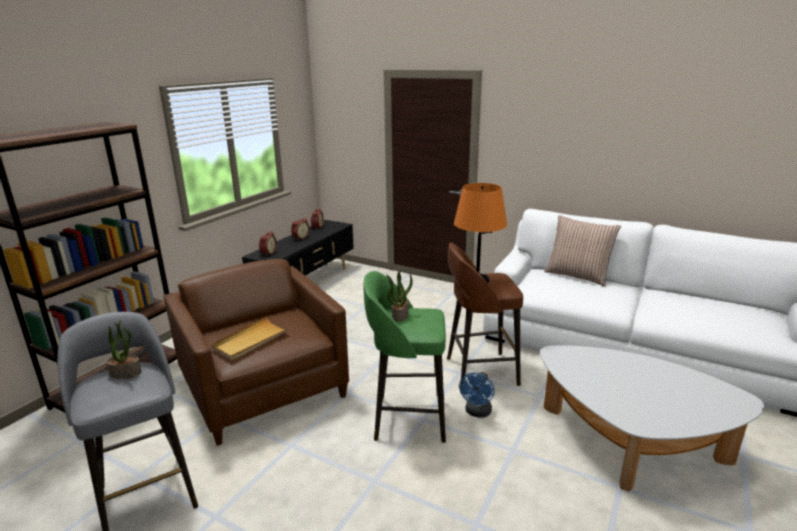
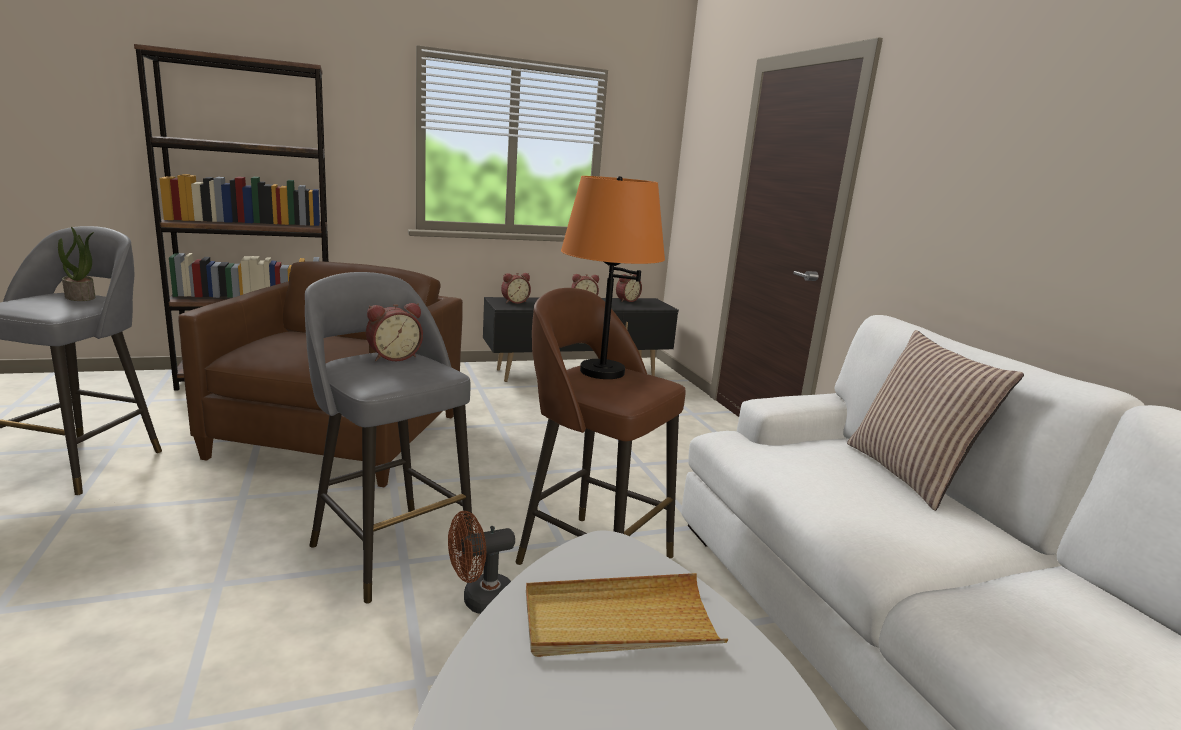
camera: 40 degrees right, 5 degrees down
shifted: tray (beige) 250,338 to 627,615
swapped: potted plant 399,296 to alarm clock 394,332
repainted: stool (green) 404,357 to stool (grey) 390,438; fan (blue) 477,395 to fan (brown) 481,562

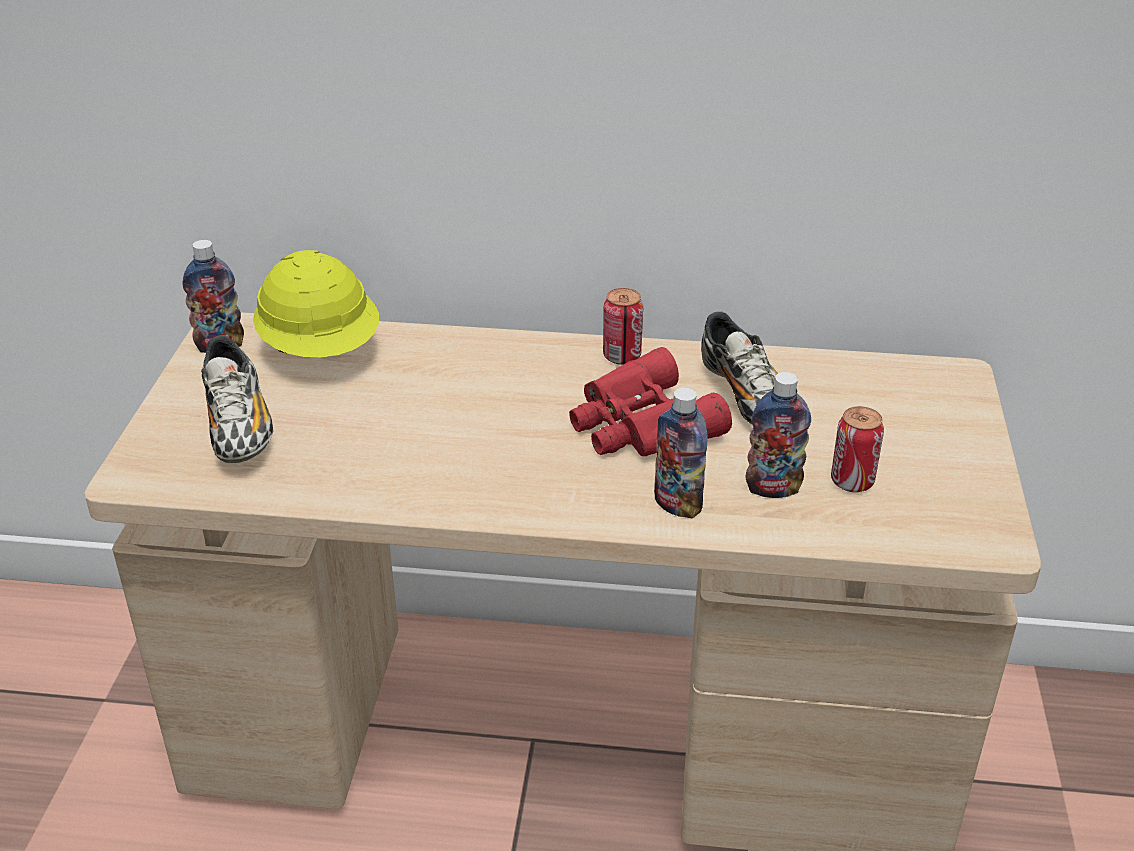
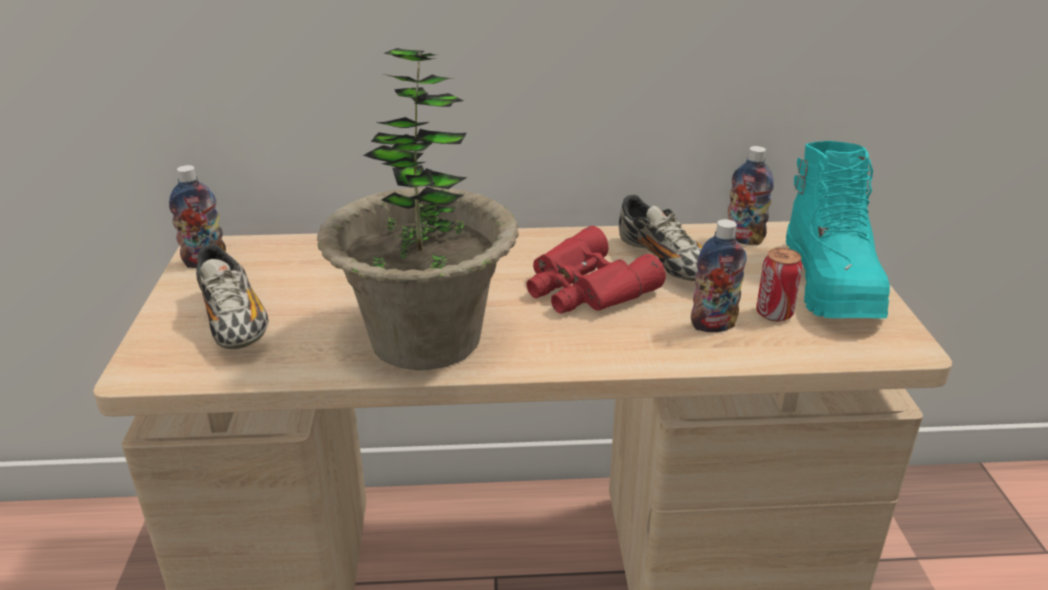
camera: 10 degrees left, 5 degrees down
gone: hard hat (yellow) 316,303; can 623,326
new: potted plant 418,209; boot (turquoise) 838,230
shifted: bottle 680,453 to 751,195

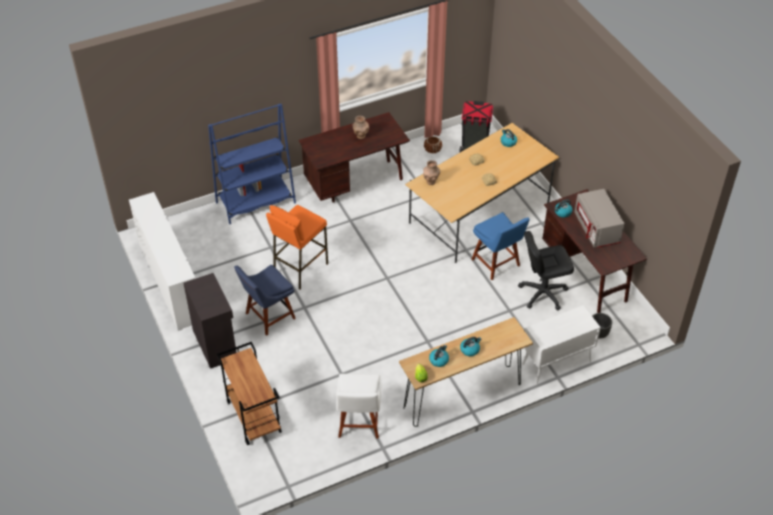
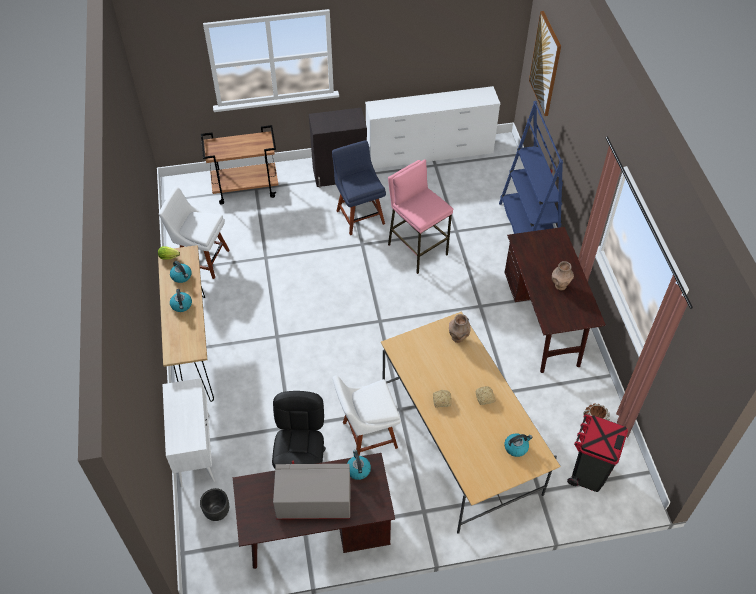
camera: 105 degrees right, 5 degrees up
new: picture 545,63
repainted: chair (blue) 501,246 to chair (white) 367,416; stool (orange) 297,247 to stool (pink) 420,217

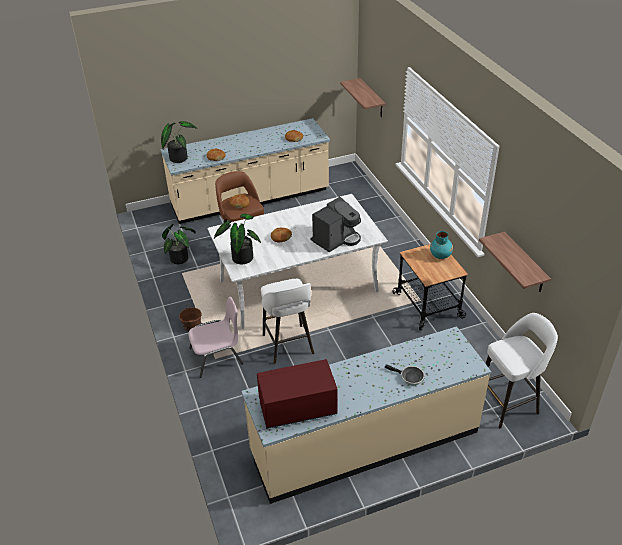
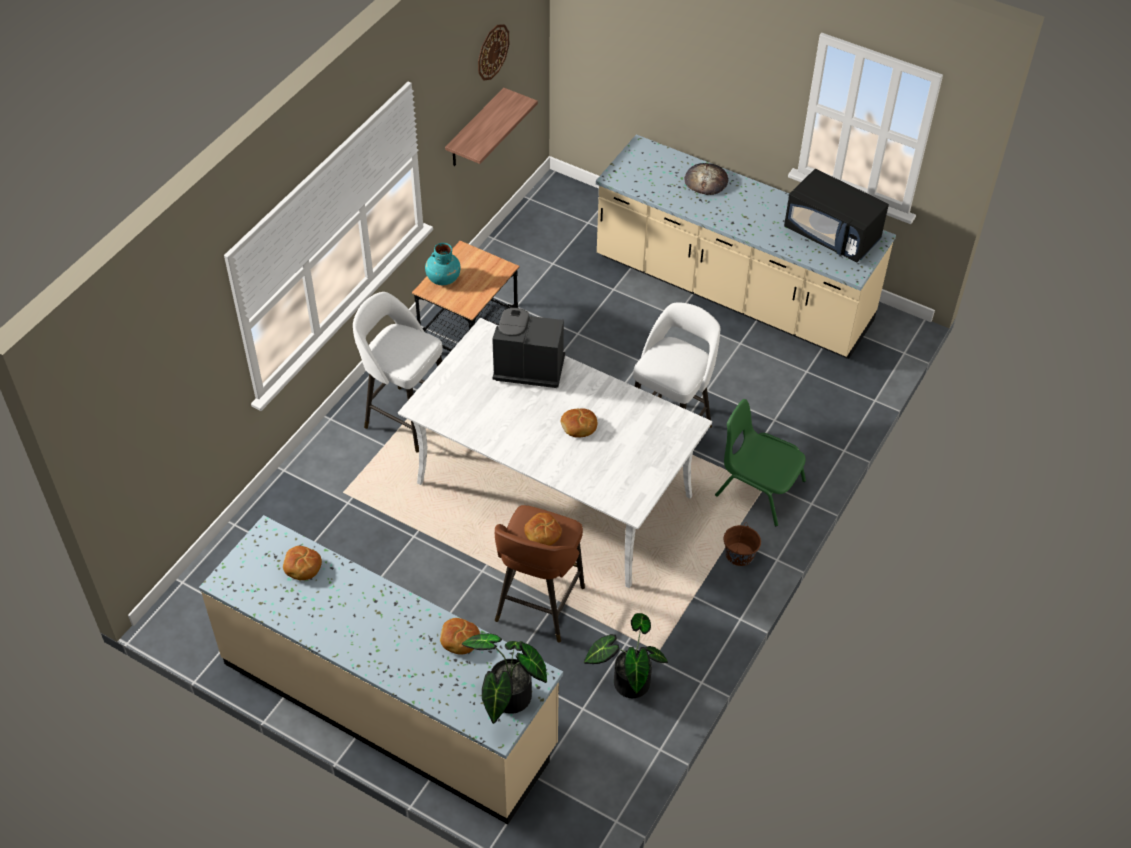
camera: 130 degrees left, 10 degrees up
gone: potted plant 237,239; shelf 362,97
new: wall clock 493,52
shifted: stool (white) 521,370 to 398,372
swapped: frying pan 405,375 to bread 706,179
repainted: chair (pink) 216,337 to chair (green) 760,462; microwave (red) 297,394 to microwave (black) 836,215

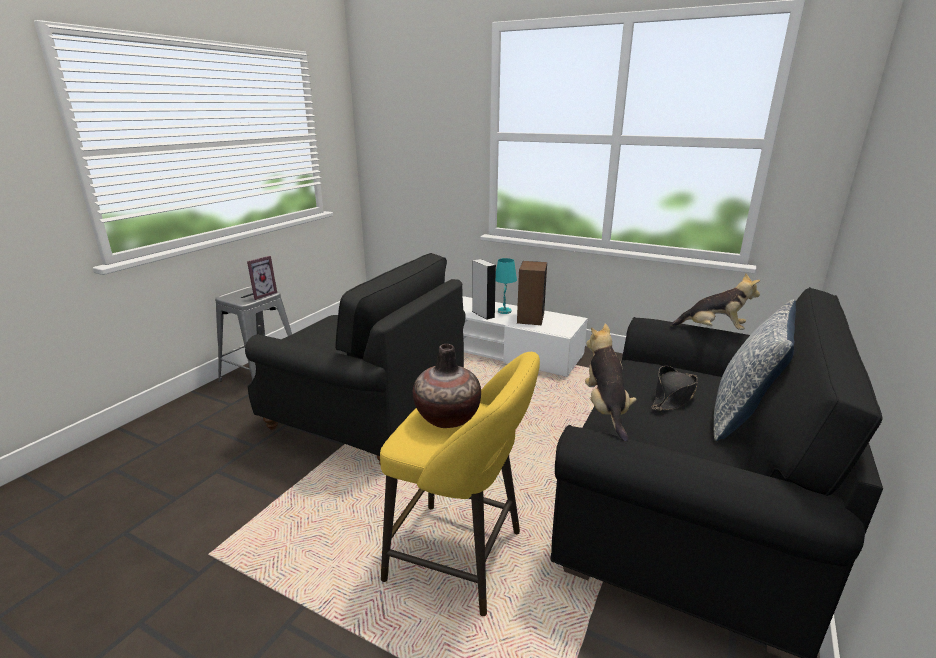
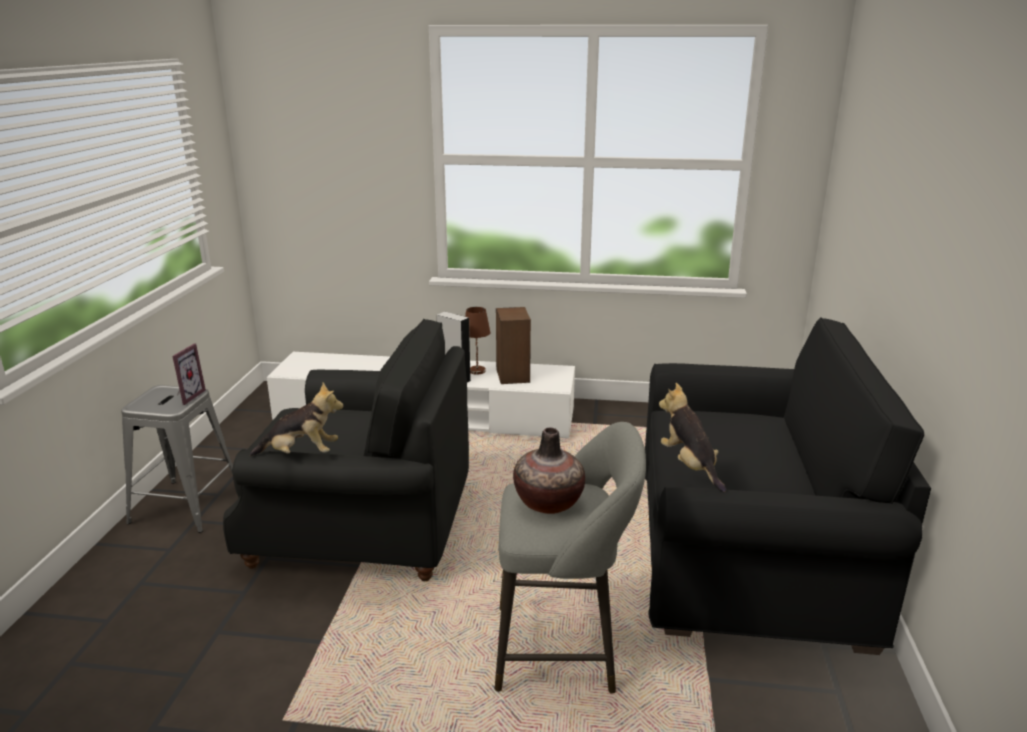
camera: 20 degrees left, 0 degrees up
gone: hat (black) 674,388; pillow 755,370
shifted: plush toy 715,301 to 297,419
repainted: table lamp (turquoise) 506,286 to table lamp (brown) 477,341; stool (yellow) 460,484 to stool (grey) 570,558

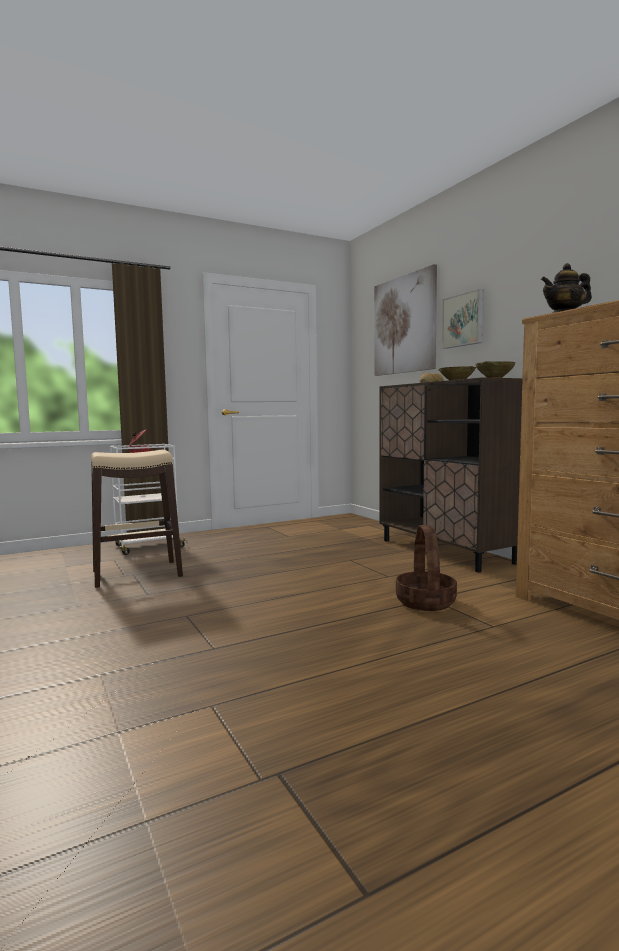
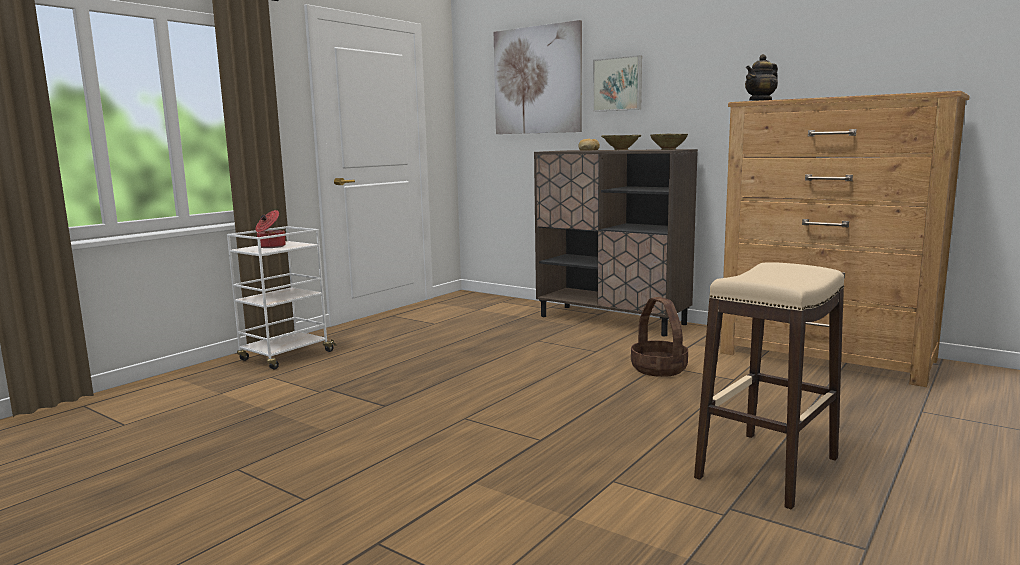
camera: 25 degrees left, 5 degrees up
shifted: stool (beige) 137,519 to 769,386

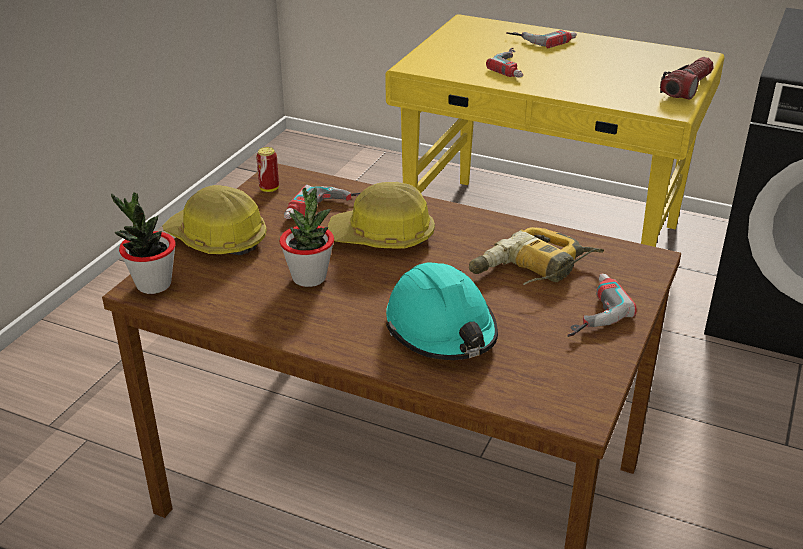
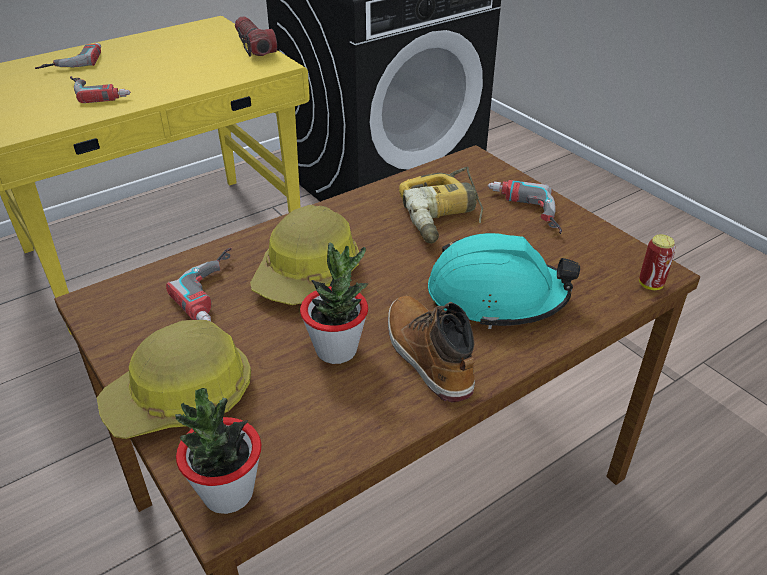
camera: 60 degrees left, 5 degrees up
new: boot 431,349
shifted: can 267,169 to 657,262

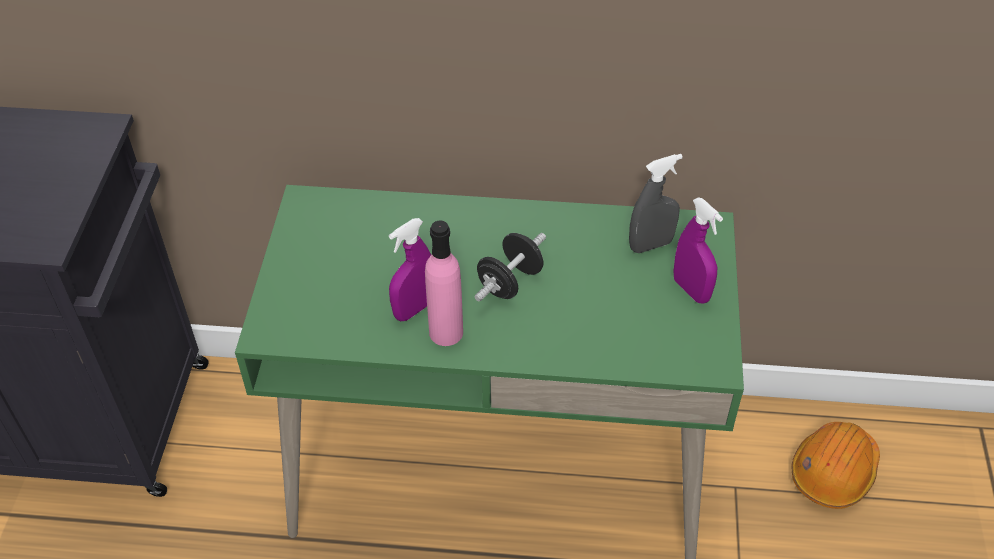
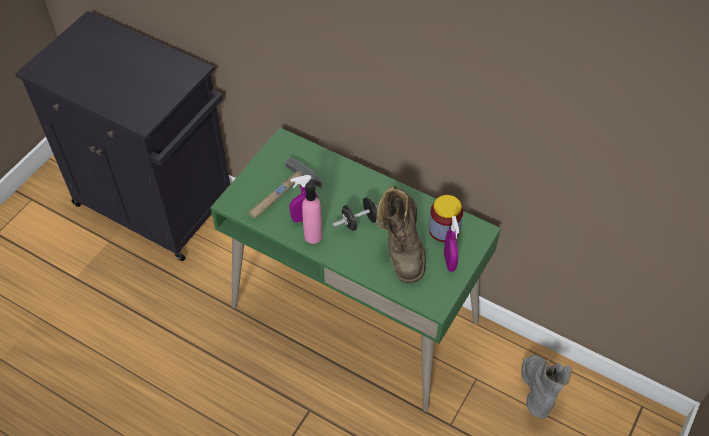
camera: 25 degrees right, 5 degrees up
new: hammer 285,188; boot (brown) 401,234
swapped: spray bottle (grey) 656,203 to jar 446,218; hard hat (orange) 835,465 to boot (grey) 546,387

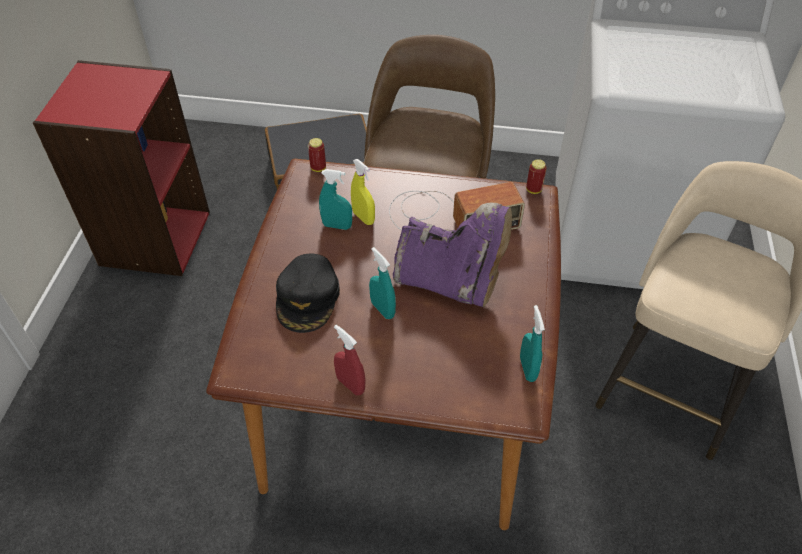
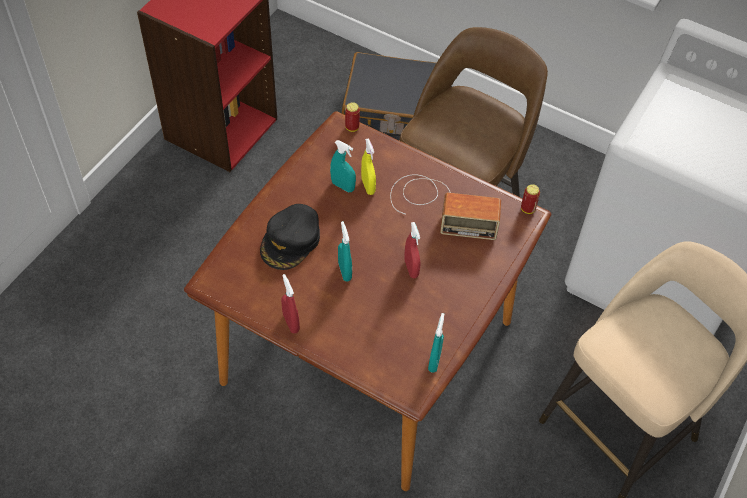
camera: 20 degrees right, 5 degrees up
swapped: boot (purple) 452,255 to spray bottle (red) 412,250

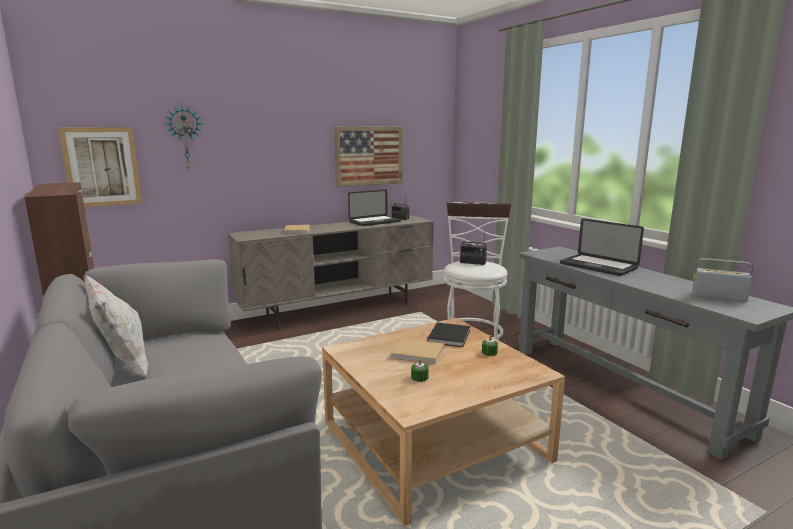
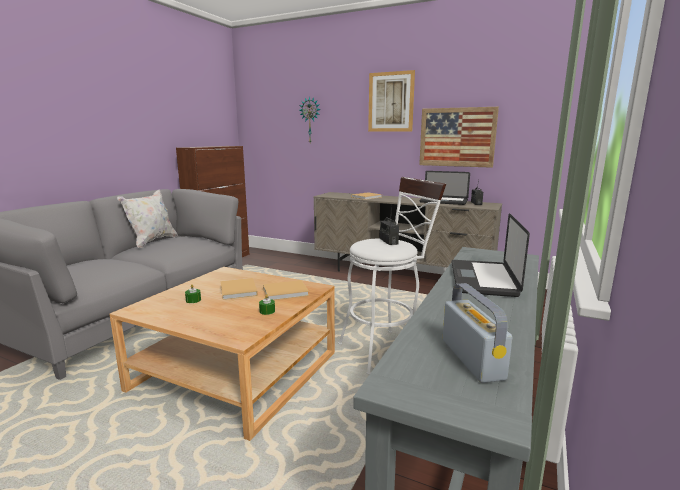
camera: 55 degrees right, 0 degrees up
shifted: picture 100,167 to 391,101
repainted: book (black) 448,335 to book (beige) 286,290

